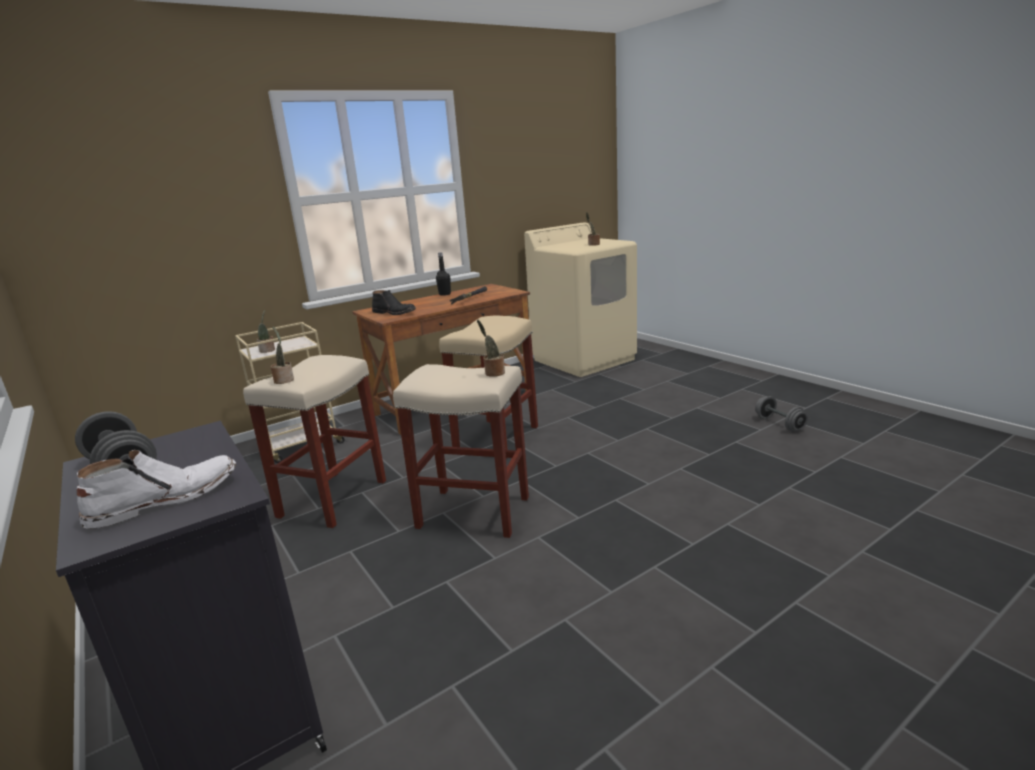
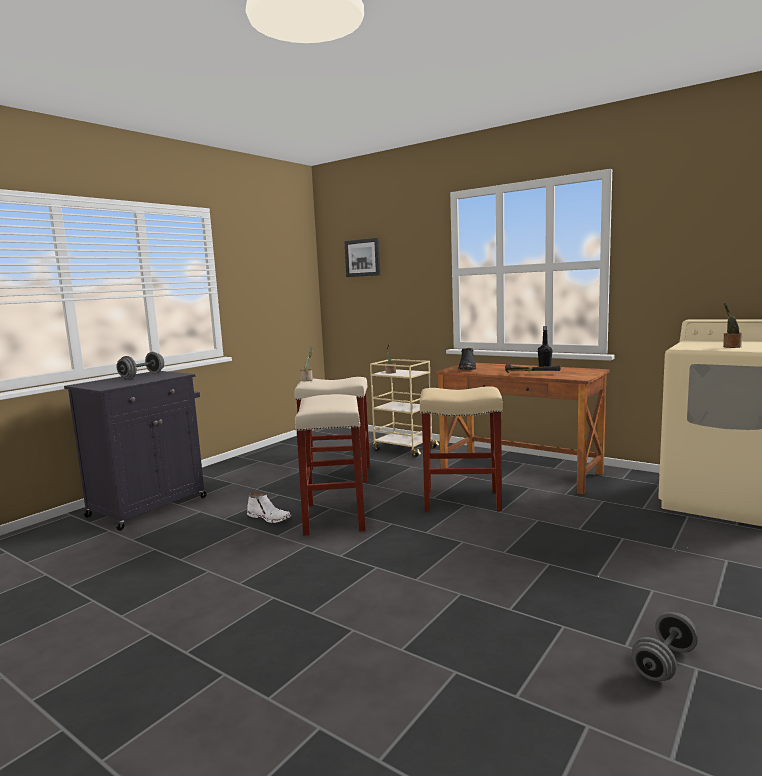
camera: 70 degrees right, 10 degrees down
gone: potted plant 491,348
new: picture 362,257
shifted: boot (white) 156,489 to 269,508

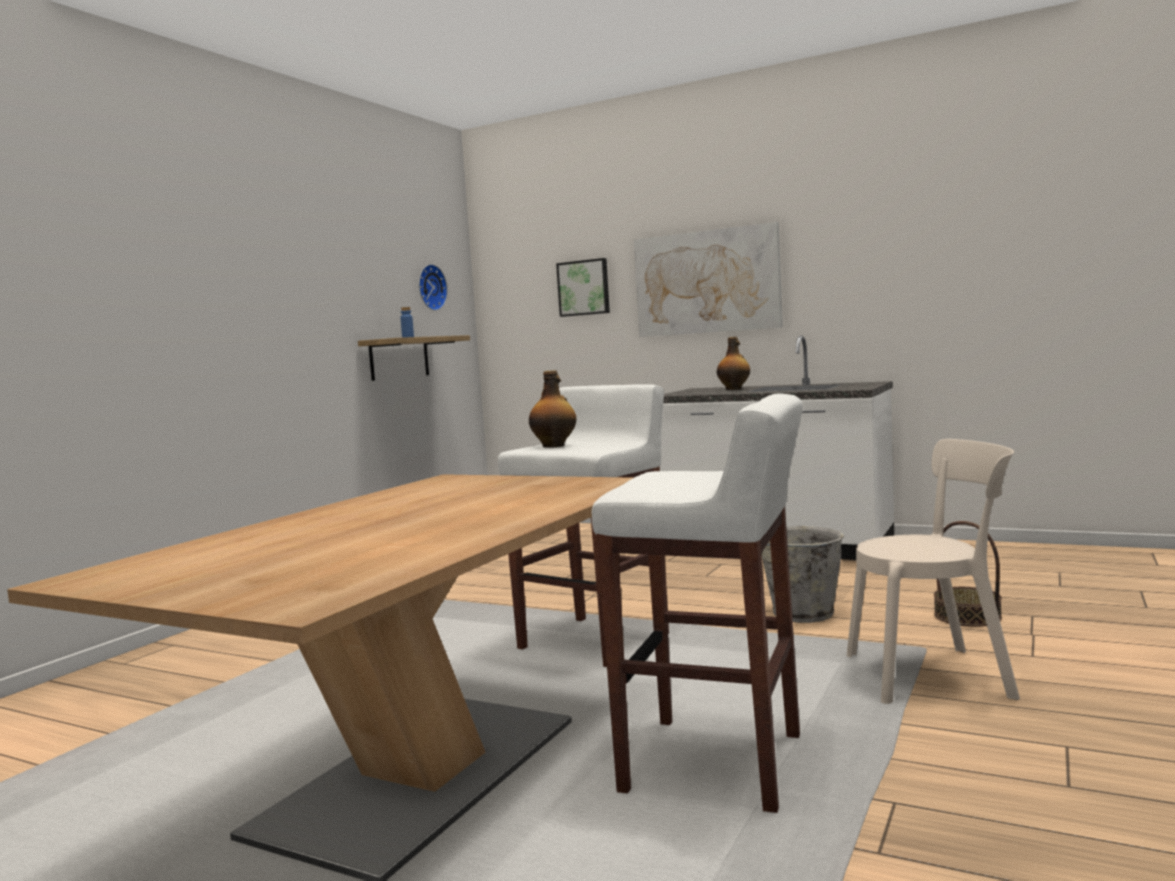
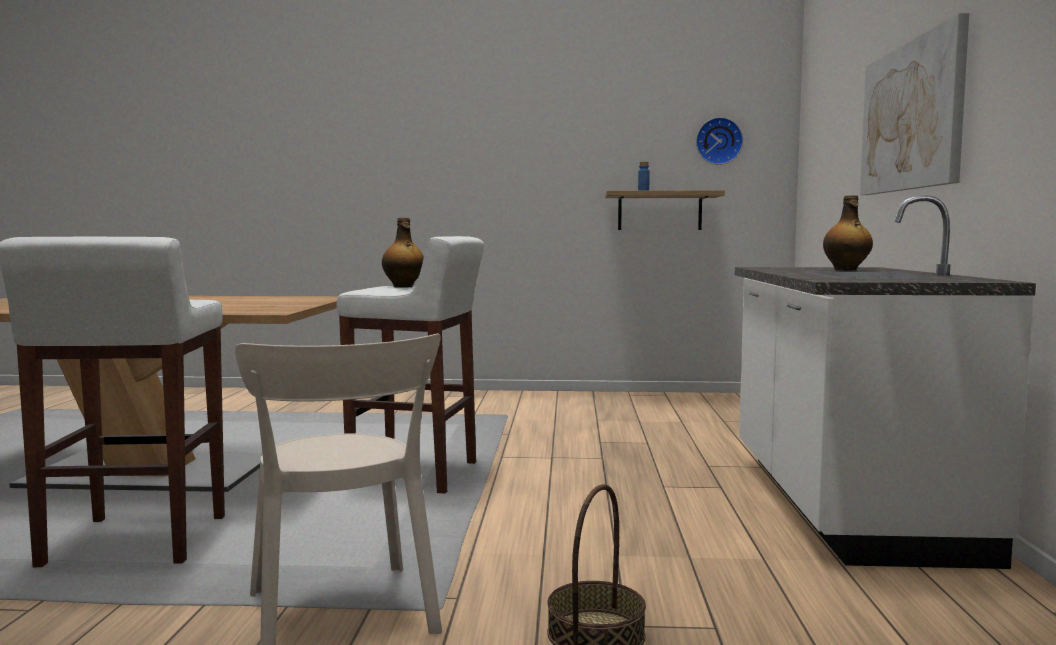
camera: 65 degrees right, 0 degrees up
gone: picture 583,287; bucket (grey) 803,574

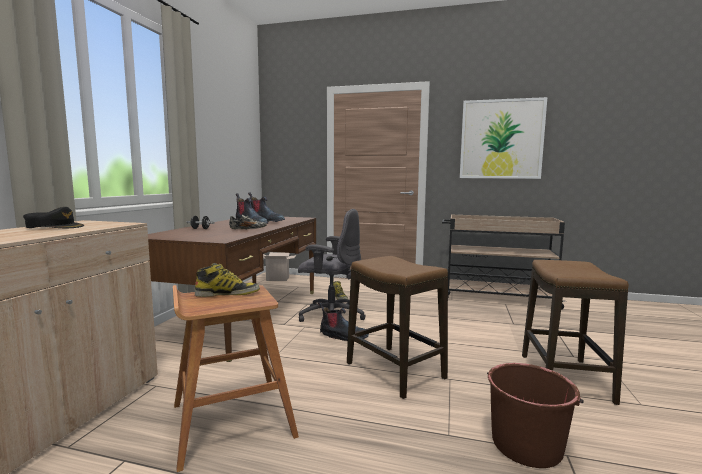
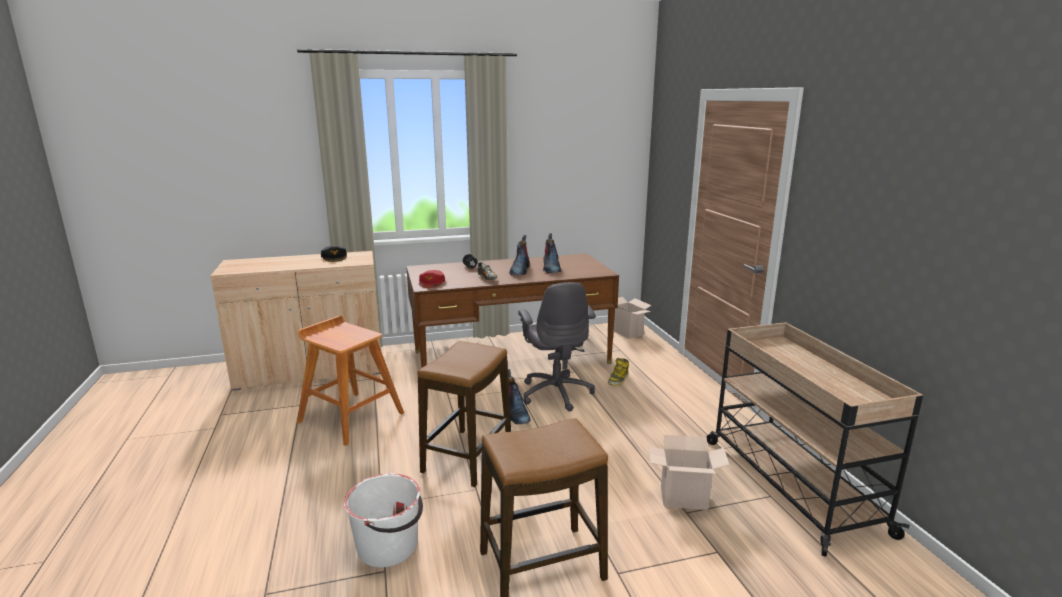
camera: 60 degrees right, 10 degrees up
gone: boot 227,280; picture 503,138
new: cap (red) 432,279; cardboard box 689,472
repainted: bucket (brown) 535,415 to bucket (white) 383,520

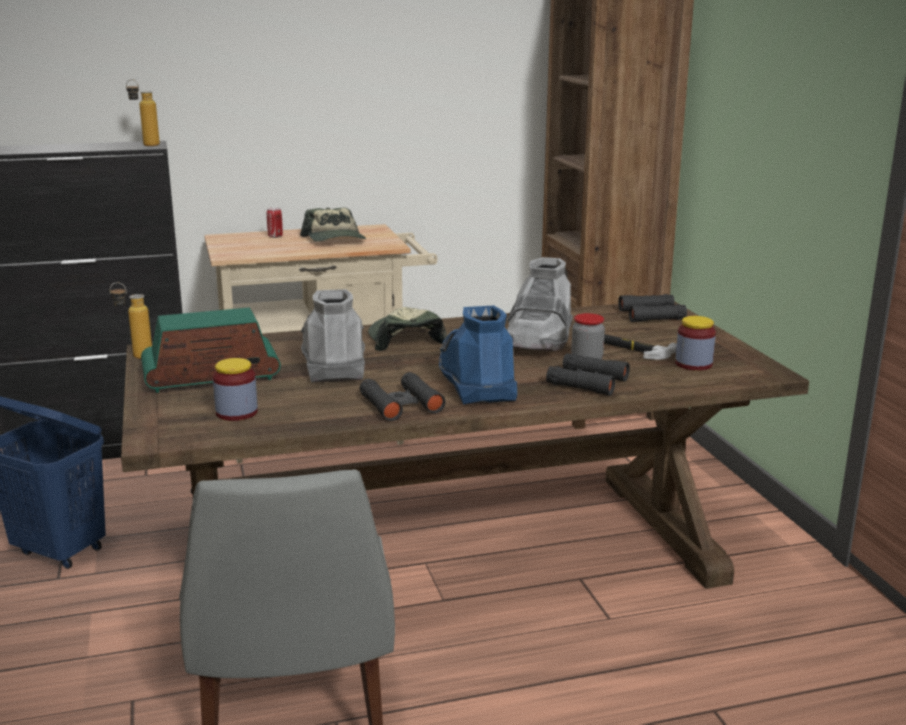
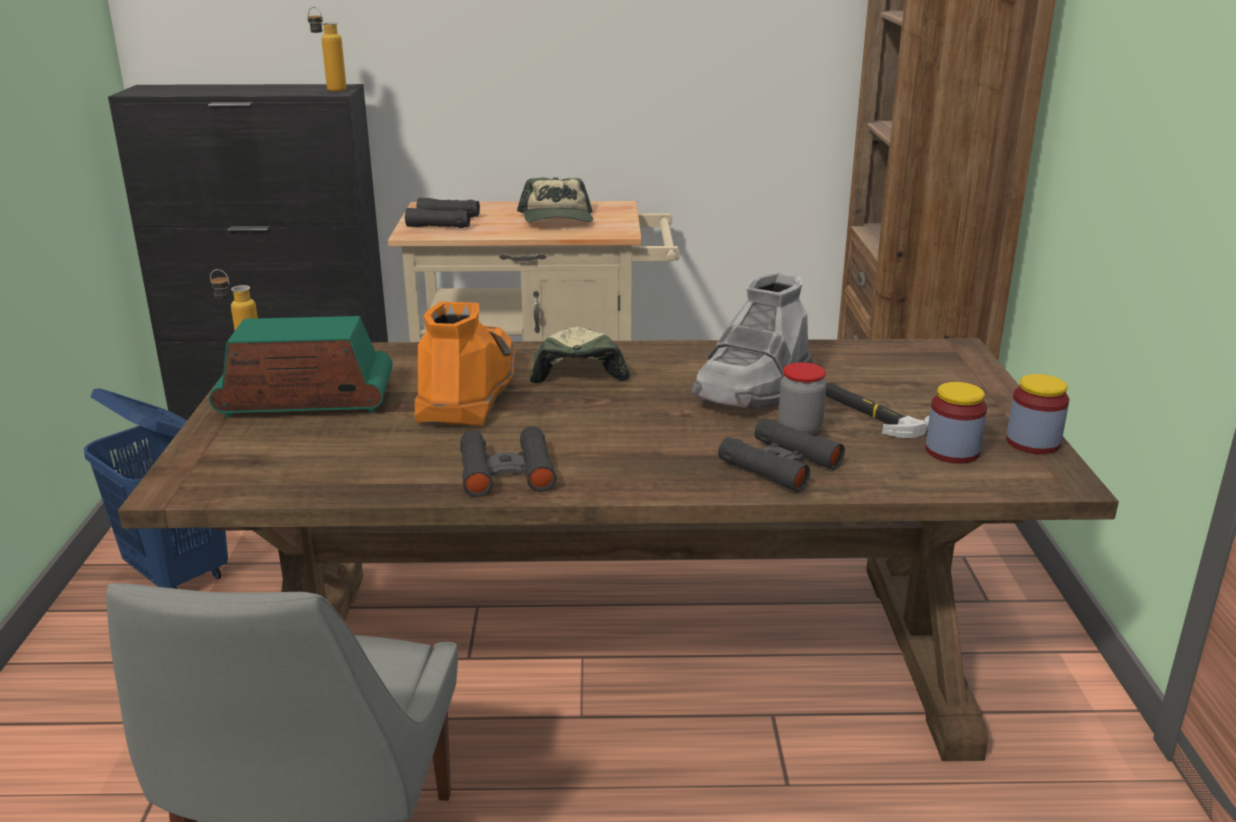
camera: 15 degrees right, 5 degrees up
gone: can 275,222; boot (blue) 478,355
shifted: binoculars (black) 652,308 to 442,213; jar 235,389 to 1037,414
repainted: boot (grey) 333,335 to boot (orange) 465,364

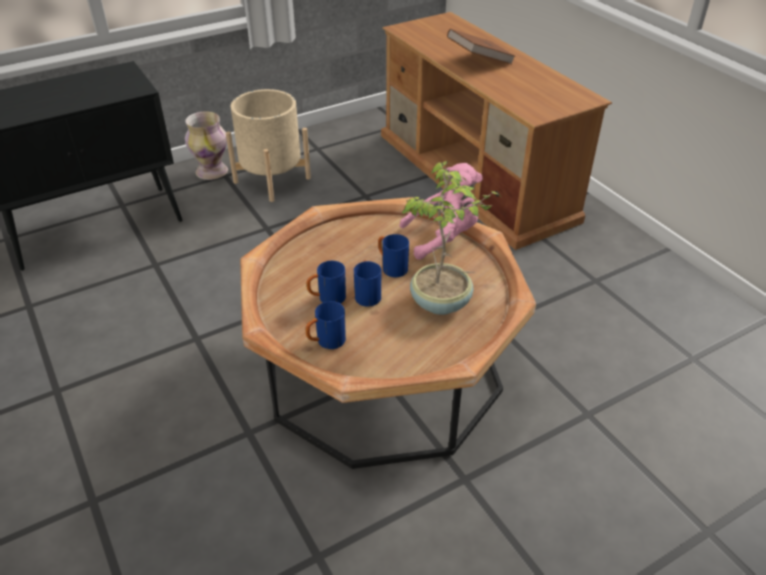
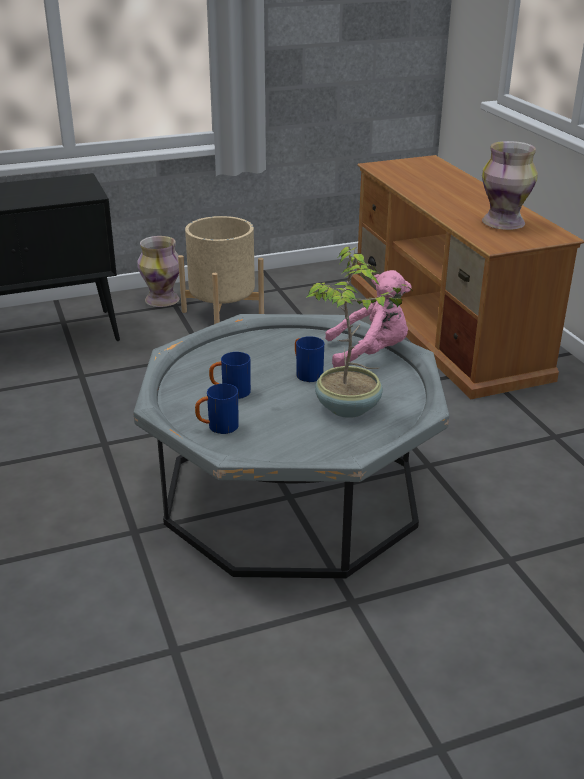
camera: 10 degrees right, 10 degrees down
gone: mug (blue) 367,283; book (brown) 481,47
new: vase 510,185
repainted: coffee table (brown) 388,333 to coffee table (grey) 291,446

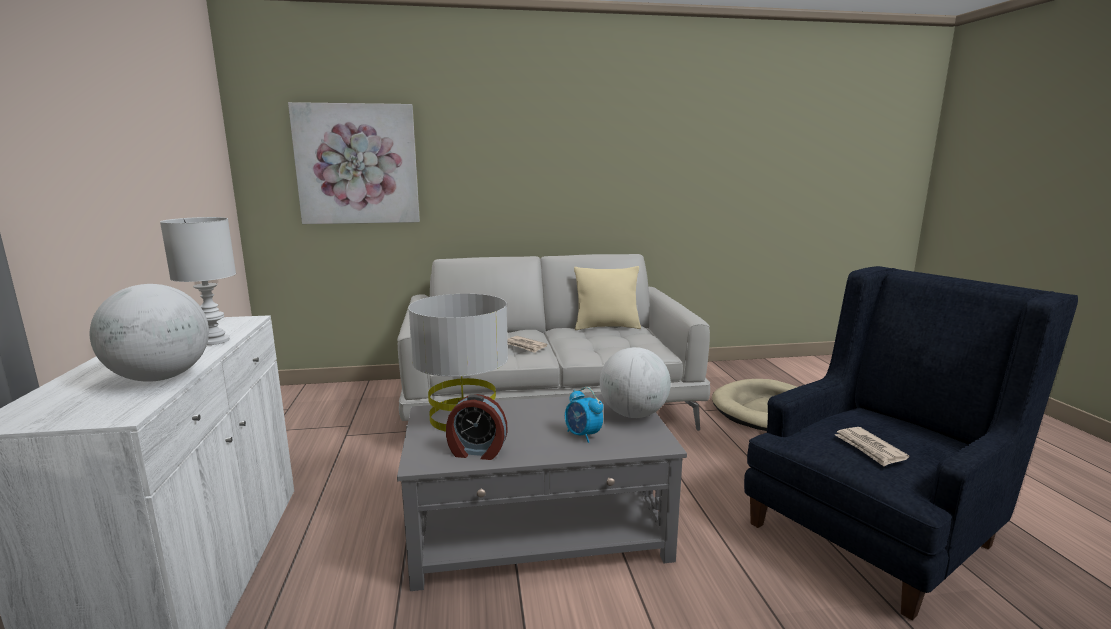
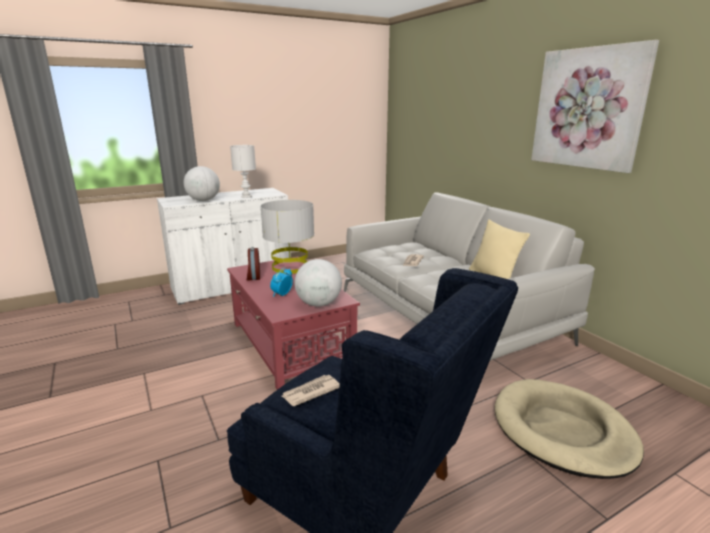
camera: 70 degrees right, 5 degrees up
shifted: picture 354,163 to 595,106
repainted: coffee table (grey) 542,492 to coffee table (red) 293,323

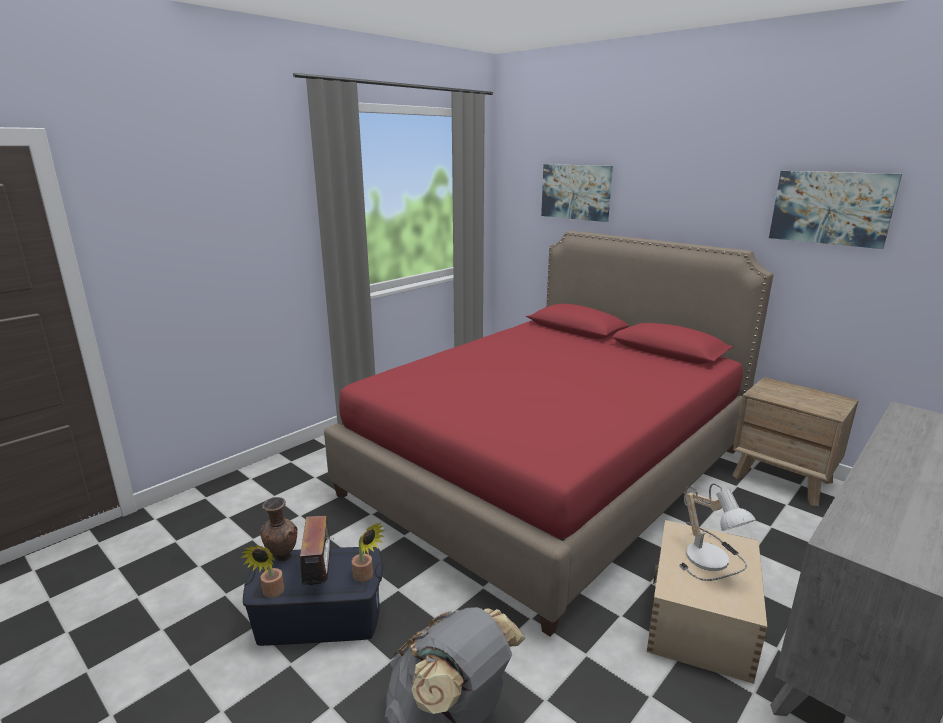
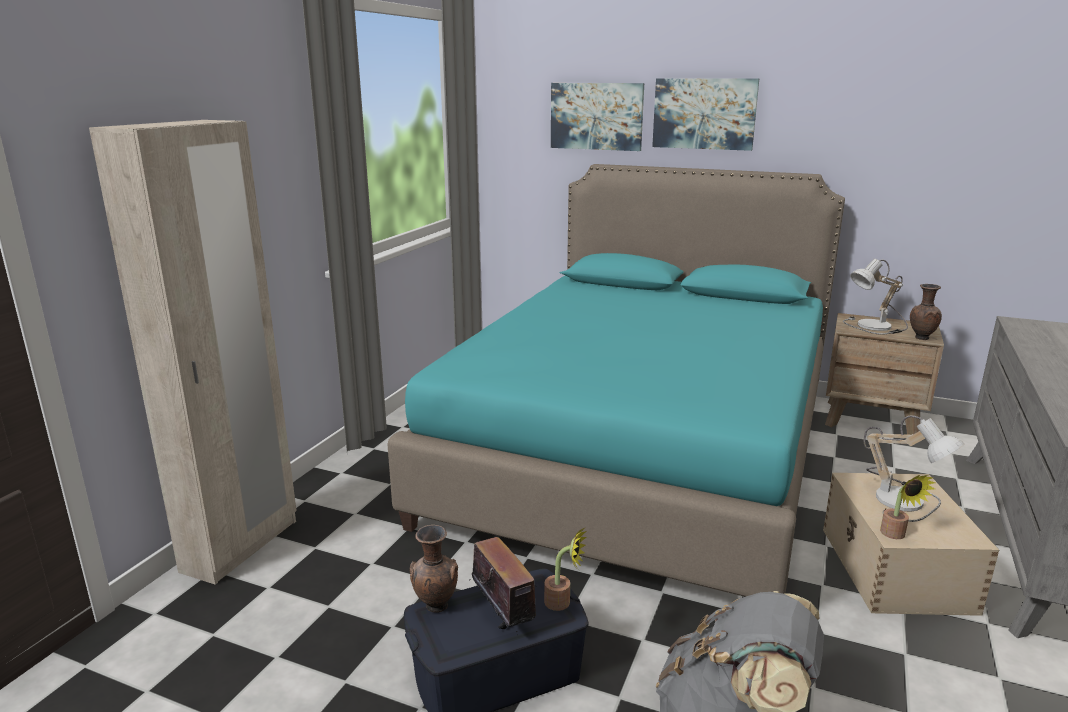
camera: 20 degrees left, 0 degrees up
new: wardrobe (beige) 193,352; table lamp 875,297; vase (brown) 926,312
shifted: picture 835,210 to 705,114; potted plant 262,571 to 907,507
repainted: bed (red) 548,434 to bed (turquoise) 616,380

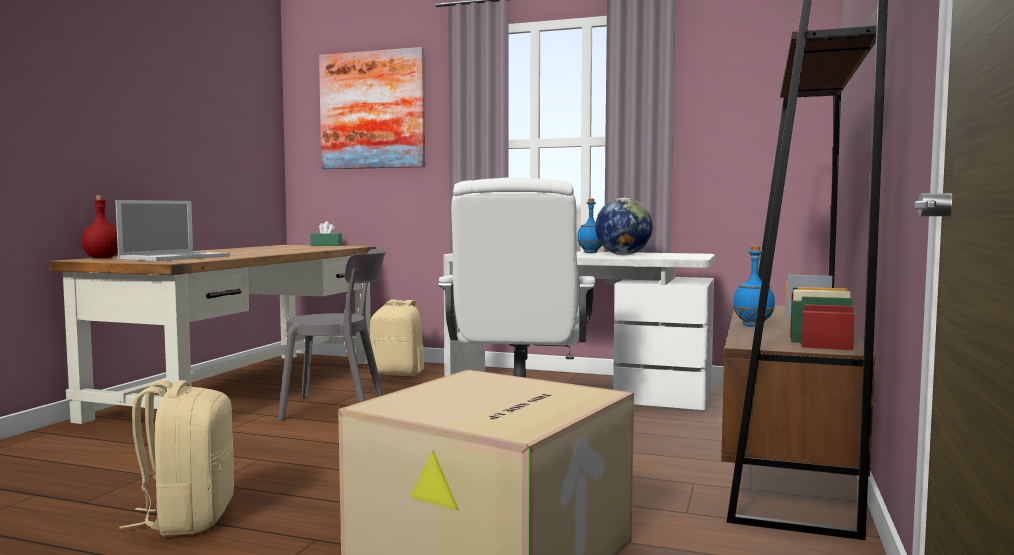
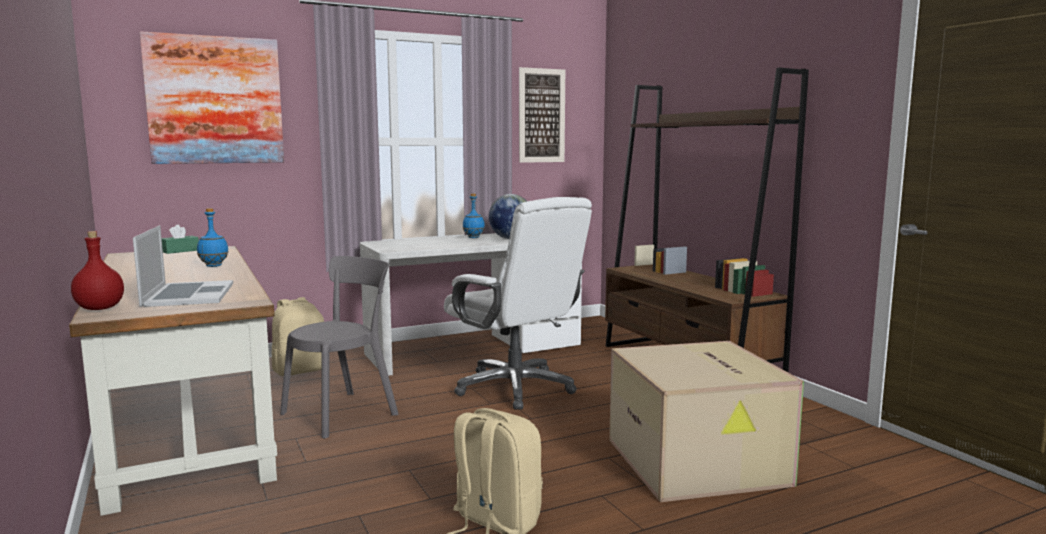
camera: 45 degrees left, 5 degrees up
new: picture 542,115
shifted: bottle (blue) 754,286 to 213,237

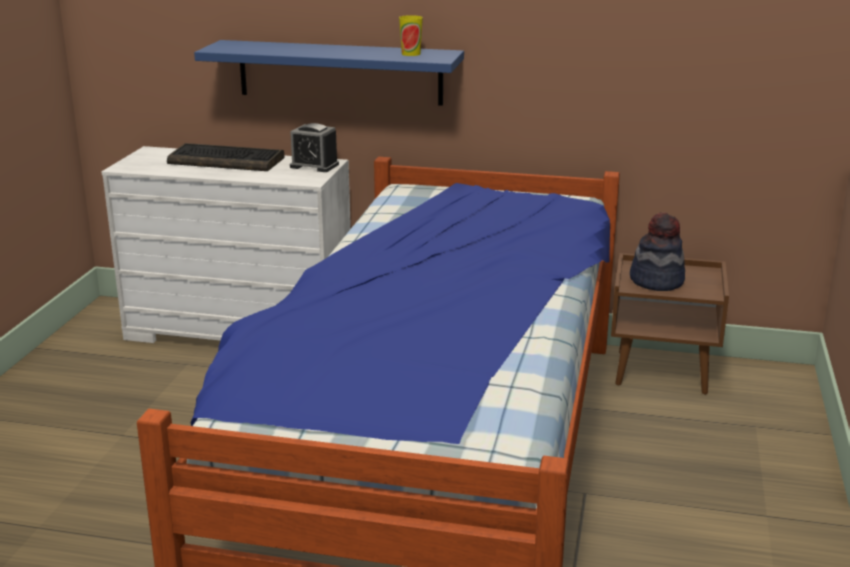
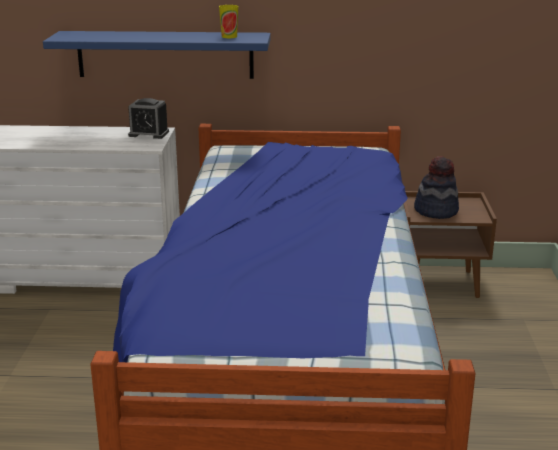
camera: 10 degrees left, 0 degrees up
gone: keyboard 225,157

